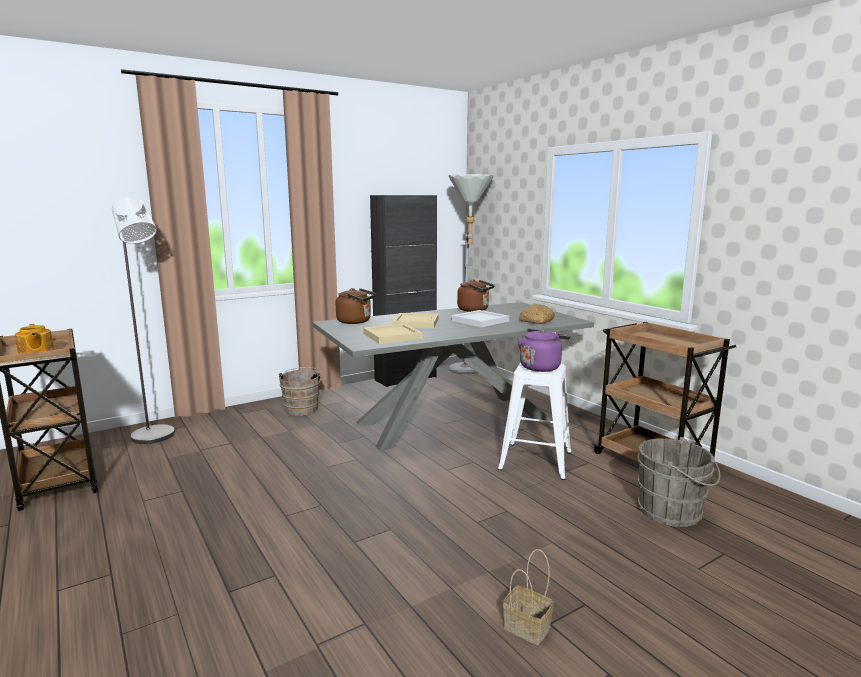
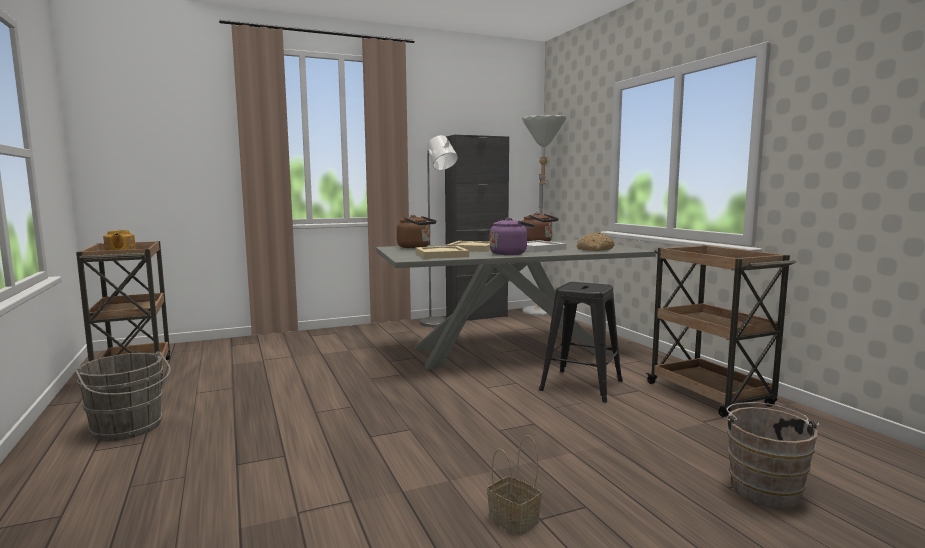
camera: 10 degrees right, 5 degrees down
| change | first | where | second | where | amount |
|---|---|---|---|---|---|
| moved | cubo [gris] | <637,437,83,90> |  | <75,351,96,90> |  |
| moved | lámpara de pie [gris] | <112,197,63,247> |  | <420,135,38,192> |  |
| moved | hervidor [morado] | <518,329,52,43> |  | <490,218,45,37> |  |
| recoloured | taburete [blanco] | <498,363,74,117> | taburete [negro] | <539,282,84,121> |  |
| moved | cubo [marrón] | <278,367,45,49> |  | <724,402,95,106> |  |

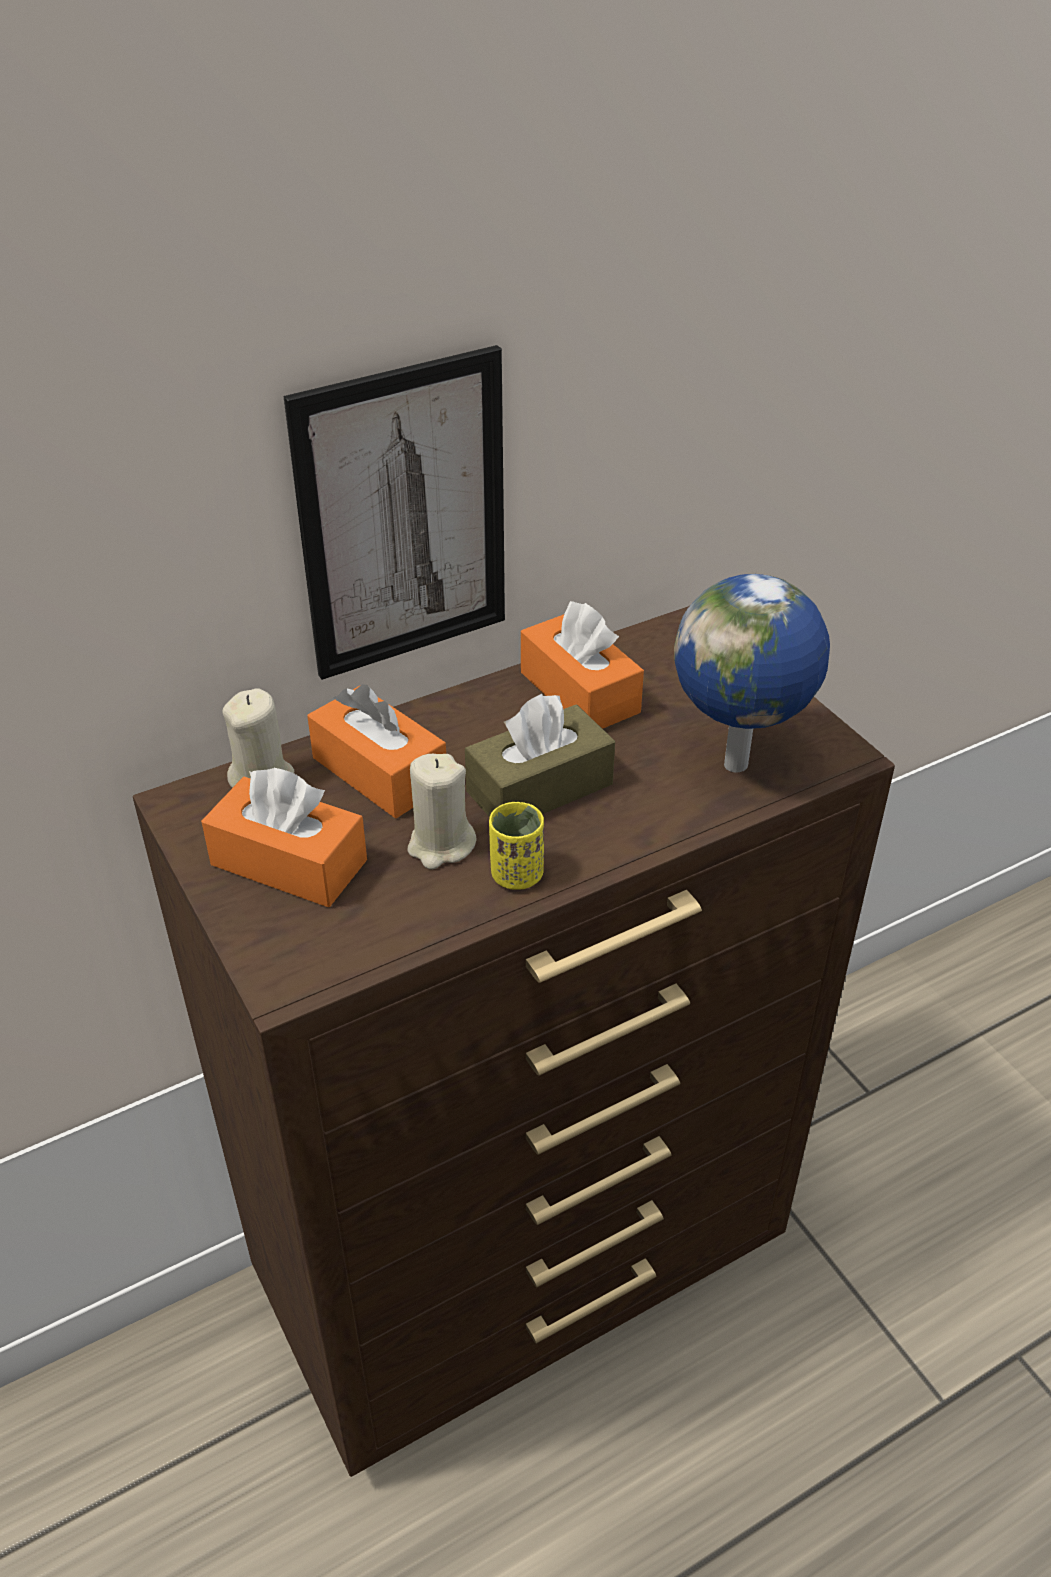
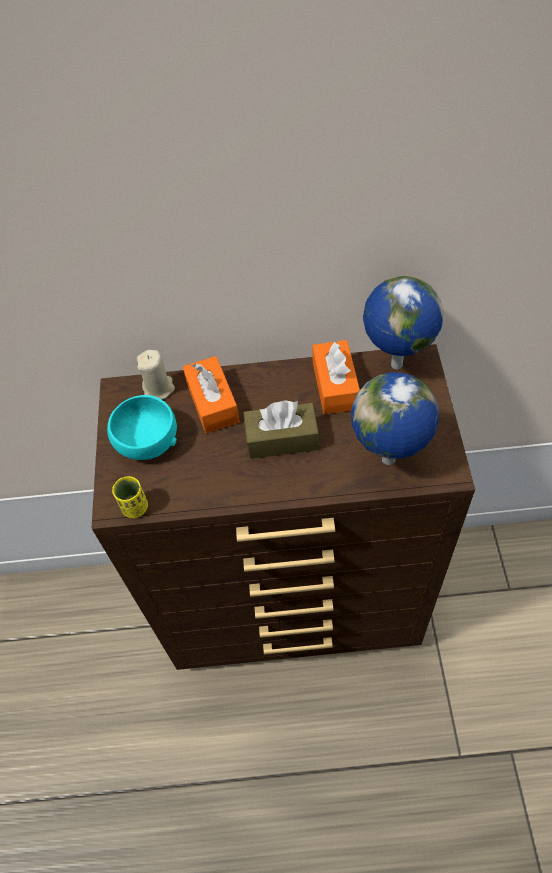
camera: 30 degrees right, 15 degrees up
| change | first | where | second | where | amount |
|---|---|---|---|---|---|
| replaced | caja de pañuelos [naranja] | <201,768,166,139> | cuenco [turquesa] | <107,395,70,65> |  |
| moved | taza [amarillo] | <489,802,55,88> |  | <112,476,36,42> |  |
| added |  |  | globo terráqueo | <363,276,80,93> |  |
| removed | cuadro | <284,345,221,335> |  |  |  |
| removed | vela [beis] | <408,754,69,115> |  |  |  |

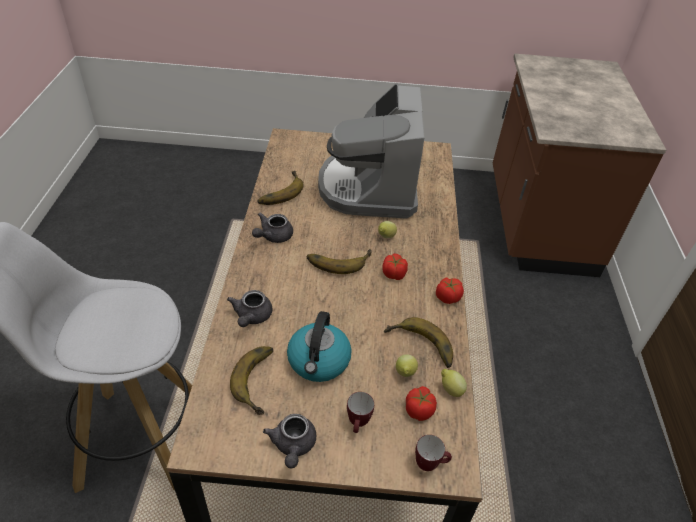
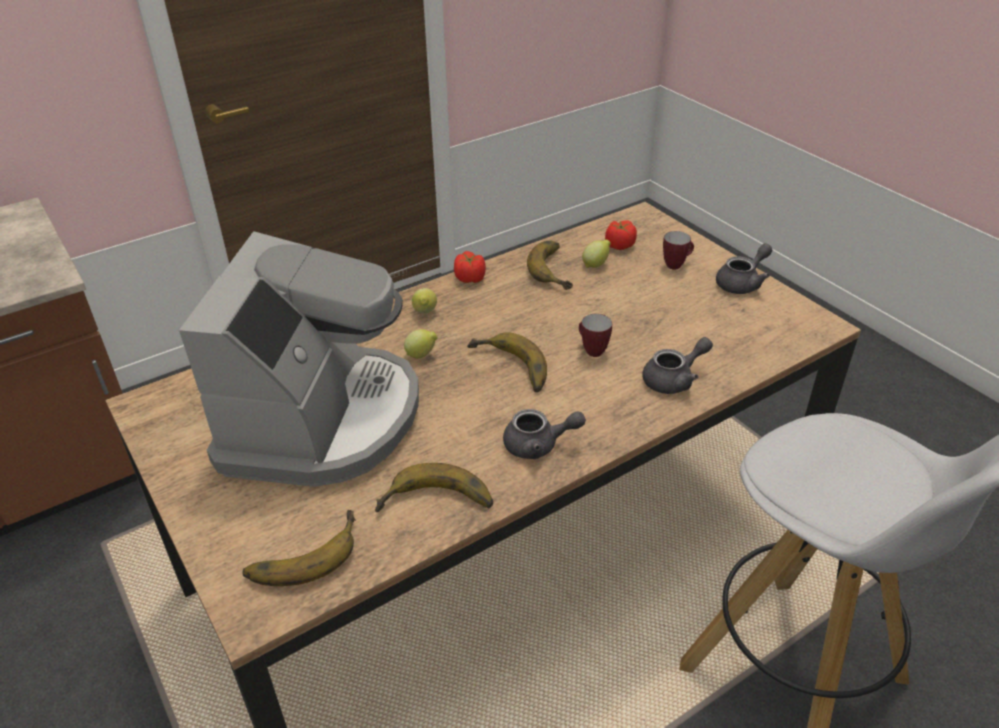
camera: 125 degrees left, 5 degrees down
| change | first | where | second | where | amount |
|---|---|---|---|---|---|
| turned | cafetera | <318,84,107,135> |  | <179,231,240,256> | 45 degrees counterclockwise |
| moved | plátano | <230,346,43,69> |  | <242,510,114,76> |  |
| moved | limón | <441,369,26,28> |  | <412,288,25,25> |  |
| moved | taza grande | <415,435,37,36> |  | <579,314,33,43> |  |
| removed | hervidor | <287,311,65,71> |  |  |  |
| removed | tomate | <382,253,26,27> |  |  |  |

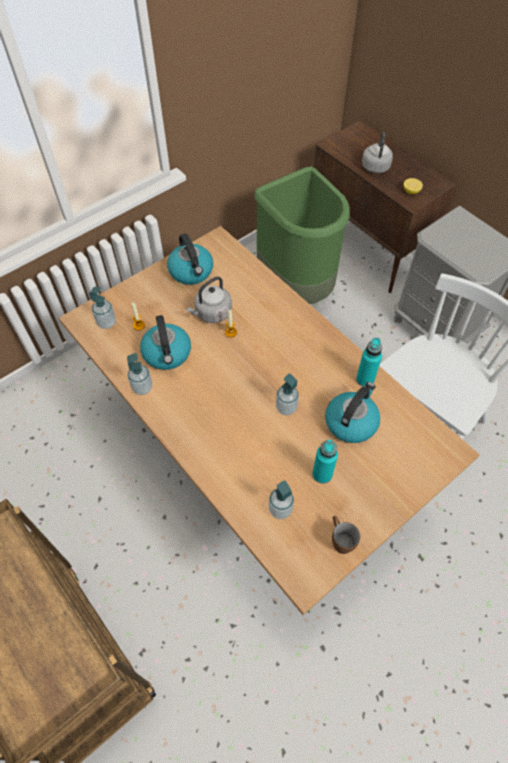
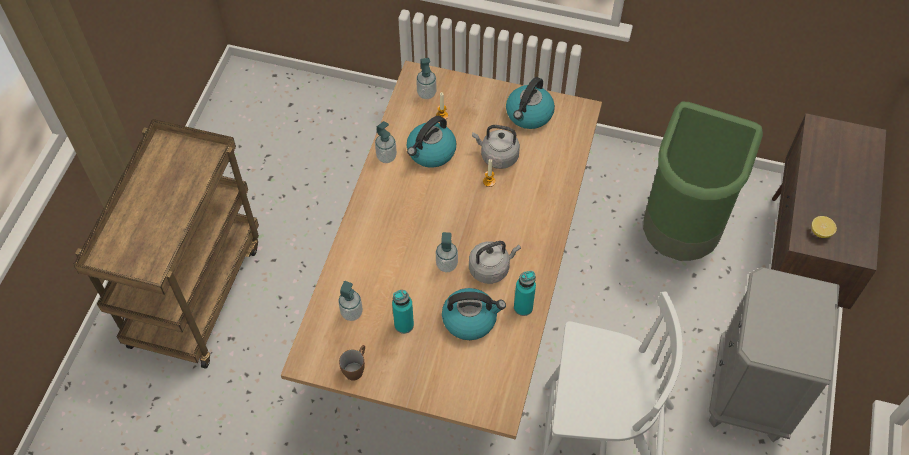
camera: 55 degrees right, 0 degrees up
| change | first | where | second | where | amount |
|---|---|---|---|---|---|
| moved | hervidor [gris] | <362,132,31,41> |  | <469,241,52,43> |  |

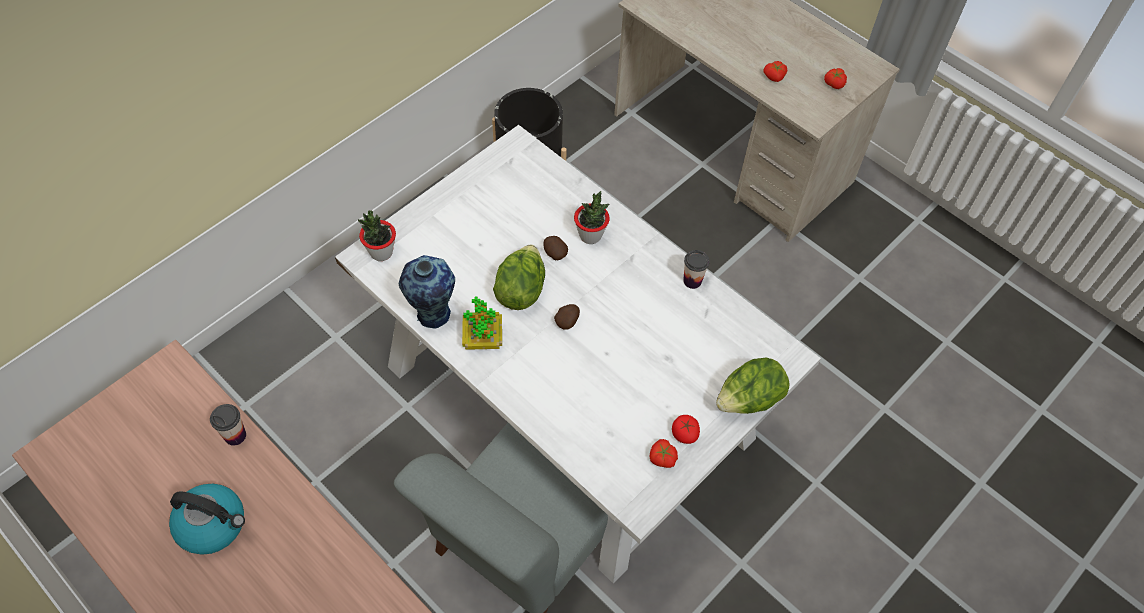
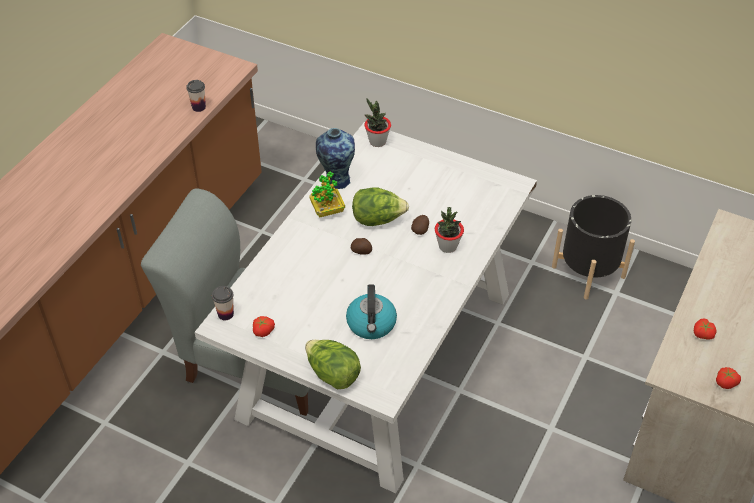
camera: 75 degrees right, 10 degrees down
| change | first | where | second | where | amount |
|---|---|---|---|---|---|
| moved | taza | <683,250,27,39> |  | <212,286,22,35> |  |
| moved | hervidor | <169,484,76,71> |  | <346,285,51,54> |  |
| removed | tomate | <672,415,28,29> |  |  |  |

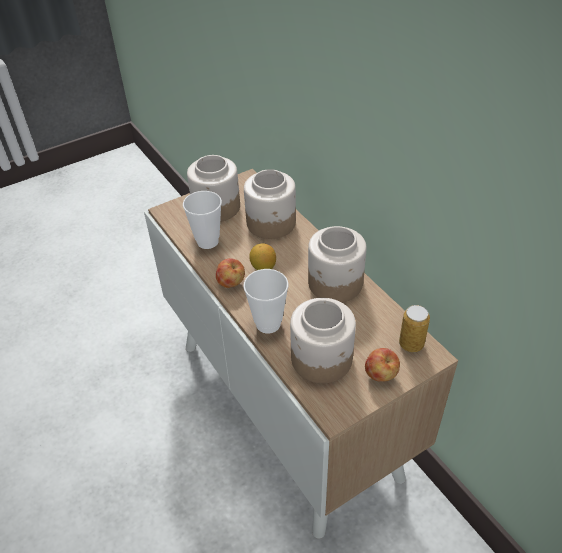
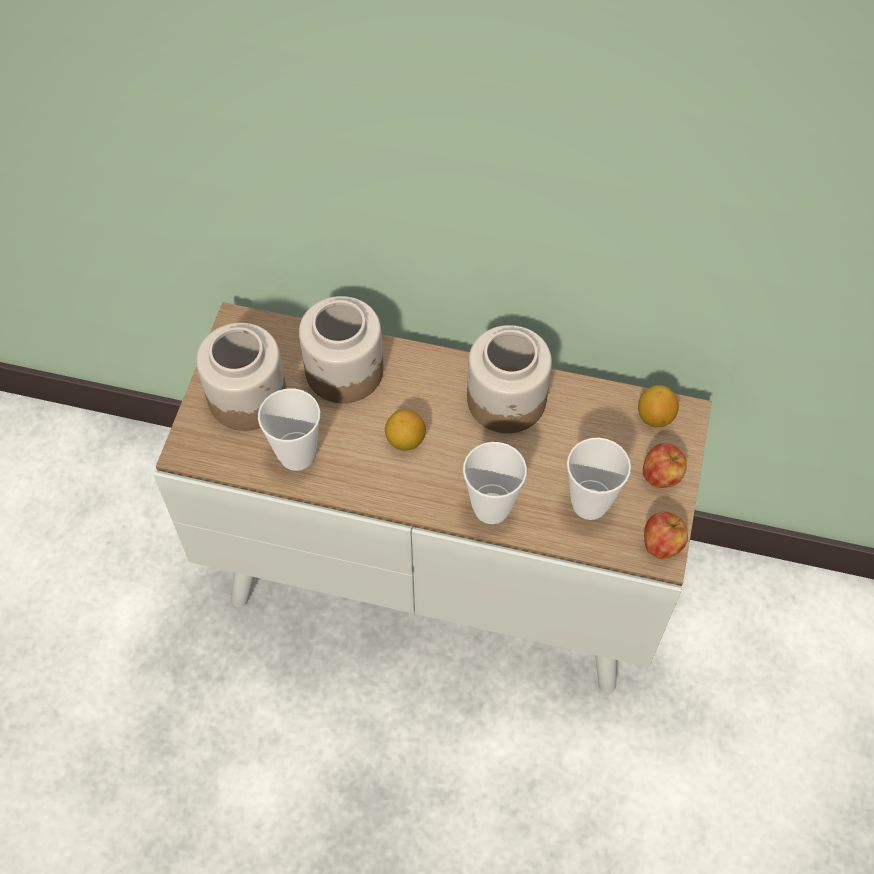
camera: 45 degrees left, 15 degrees up
| change | first | where | second | where | amount |
|---|---|---|---|---|---|
| replaced | tarro | <290,298,66,86> | taza | <567,438,64,82> |  |
| replaced | lata | <399,305,31,47> | limón | <638,385,41,42> |  |
| moved | manzana | <216,258,29,30> |  | <644,511,44,48> |  |

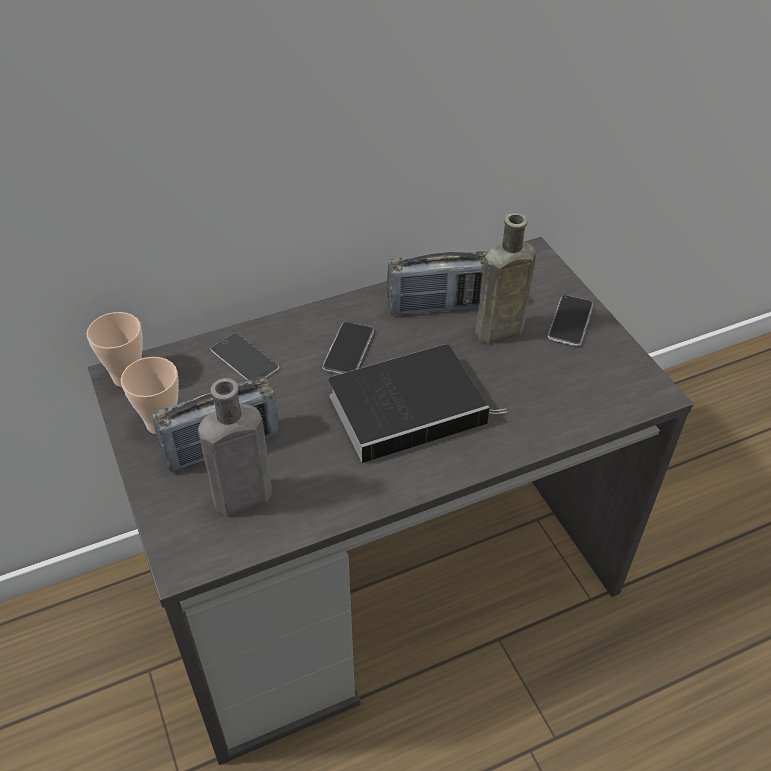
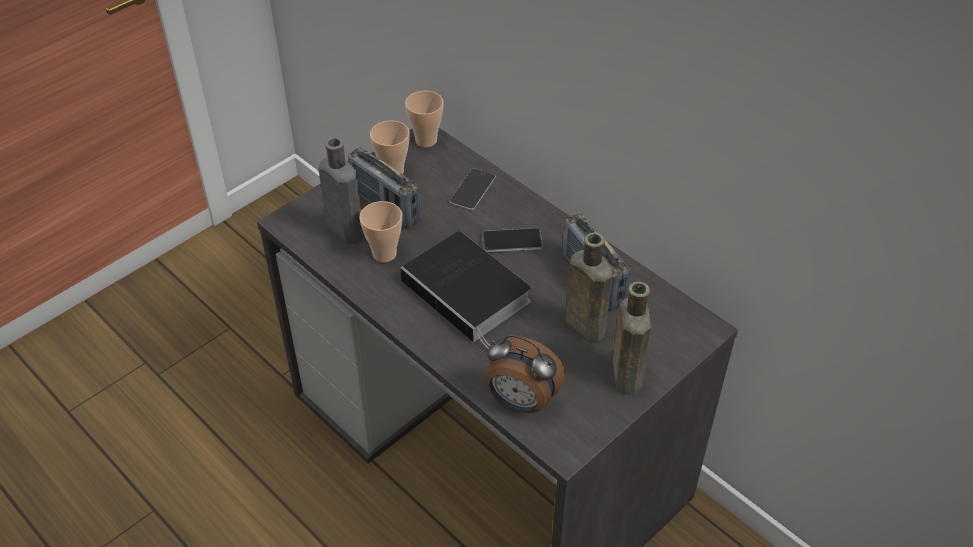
camera: 70 degrees right, 0 degrees up
| change | first | where | second | where | amount |
|---|---|---|---|---|---|
| added |  |  | taza | <359,201,43,61> |  |
| added |  |  | despertador | <486,335,80,78> |  |
| replaced | móvil | <548,295,45,51> | botella [marrón] | <613,282,38,112> |  |

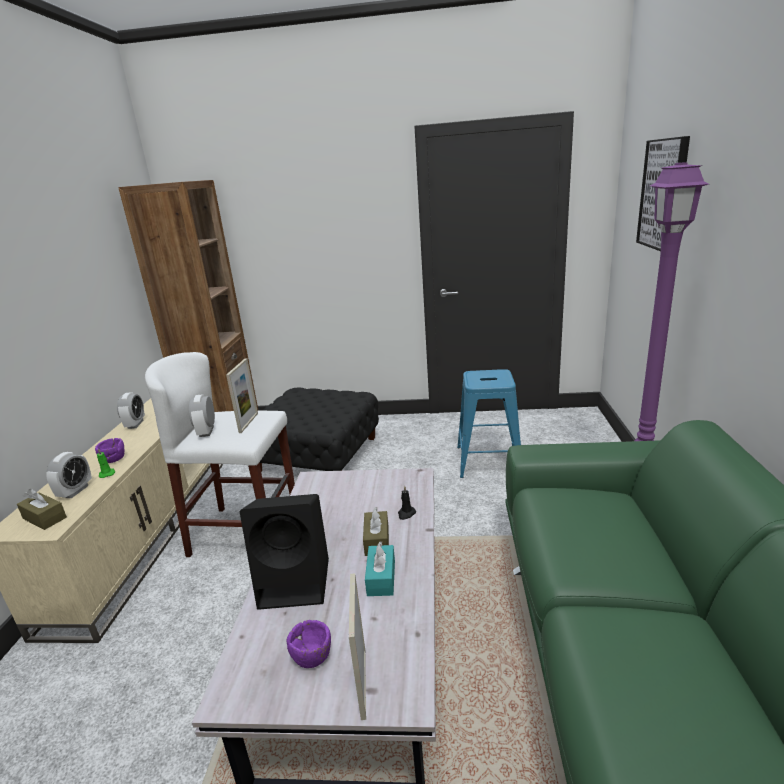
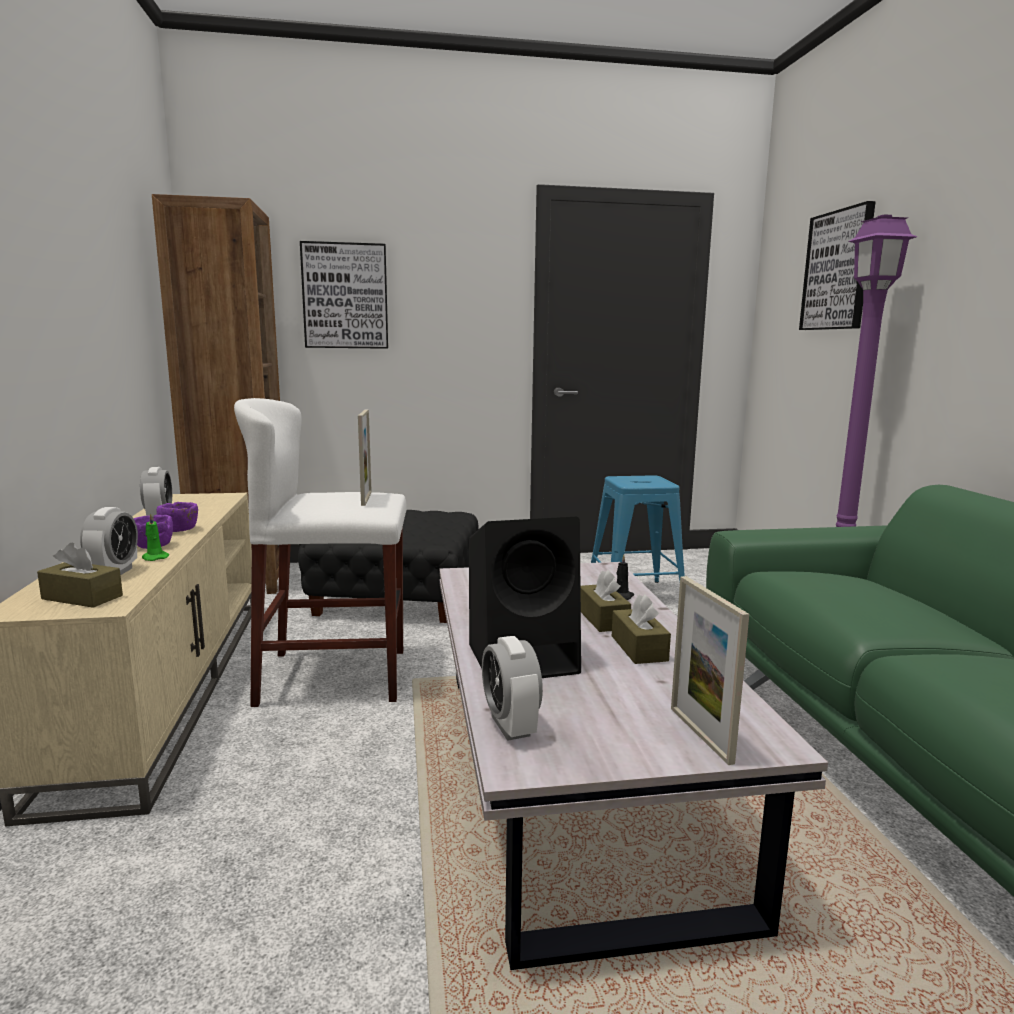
camera: 15 degrees left, 10 degrees down
| change | first | where | second | where | amount |
|---|---|---|---|---|---|
| moved | cuenco [morado] | <287,620,44,48> |  | <156,502,42,30> |  |
| added |  |  | cuadro | <300,241,88,108> |  |
| moved | despertador | <189,394,26,43> |  | <482,636,61,105> |  |
| recoloured | caja de pañuelos [turquesa] | <365,542,30,54> | caja de pañuelos [marrón] | <612,594,59,70> |  |

